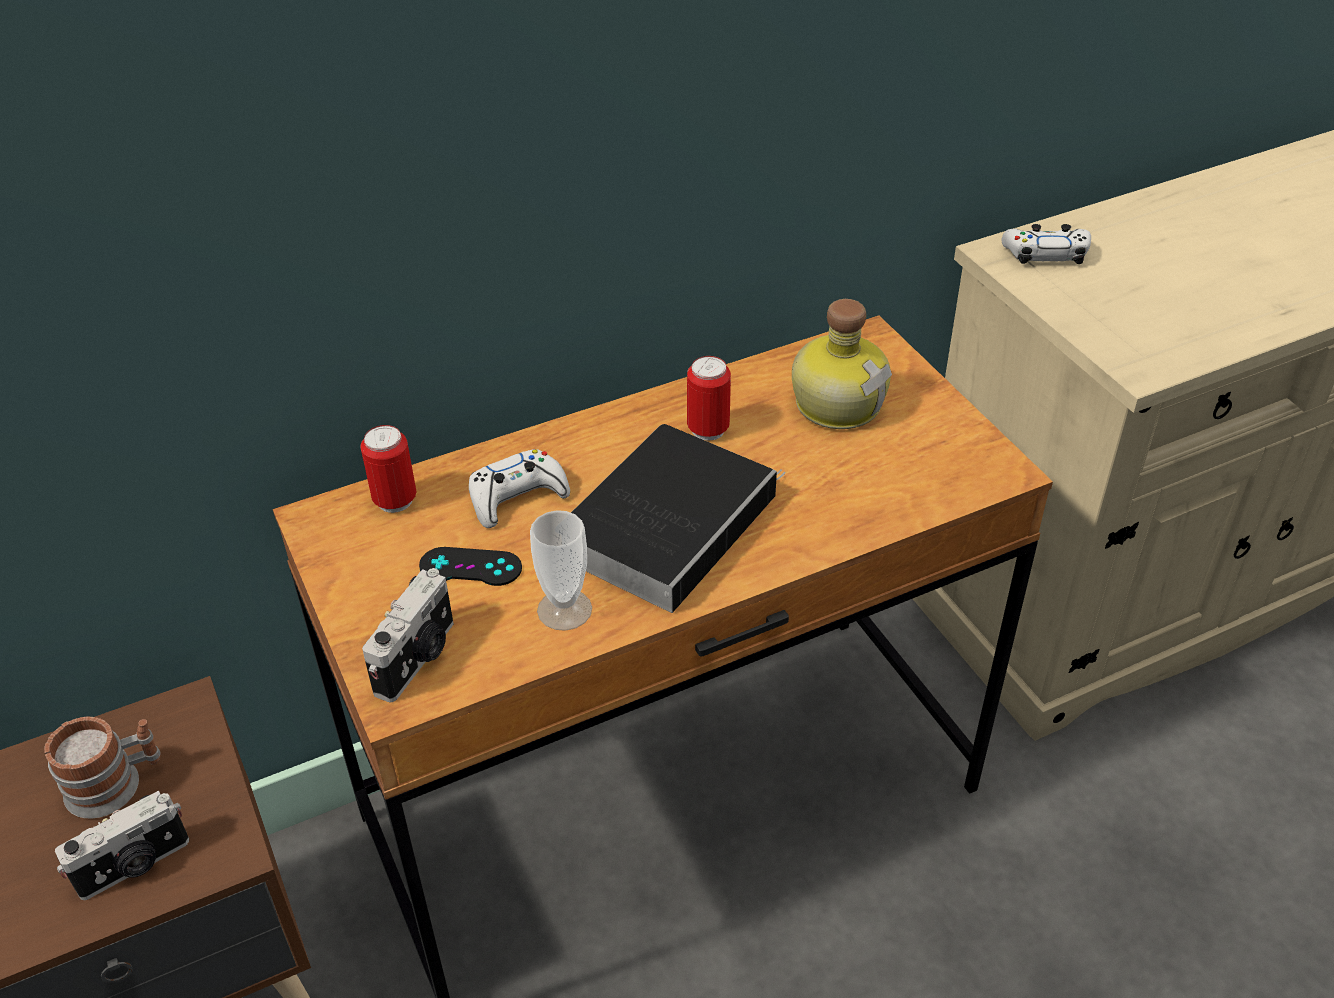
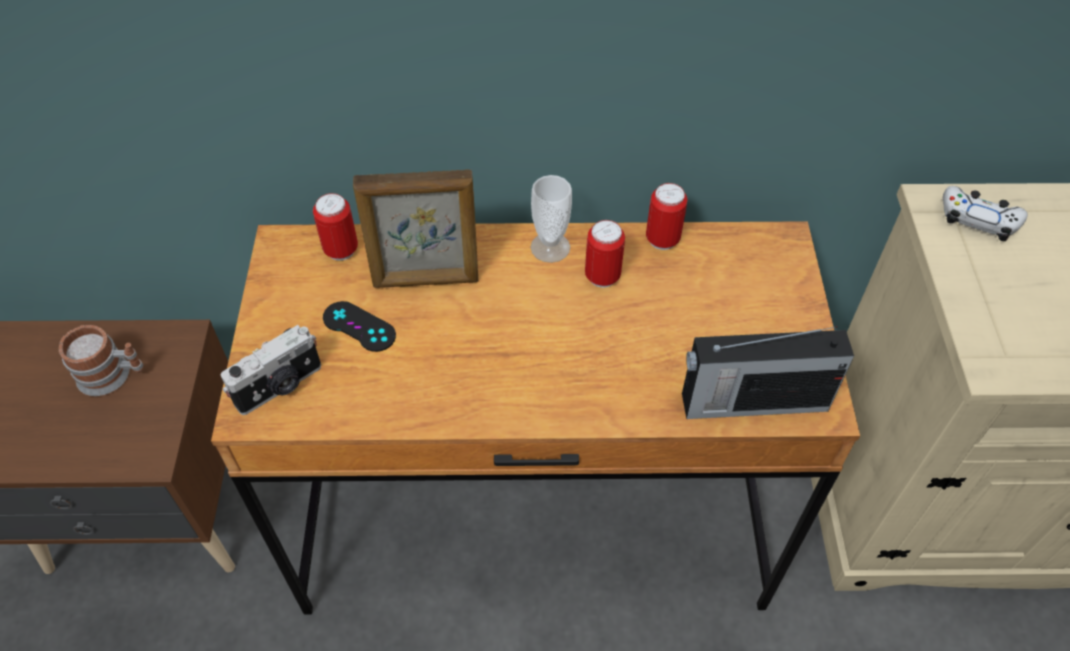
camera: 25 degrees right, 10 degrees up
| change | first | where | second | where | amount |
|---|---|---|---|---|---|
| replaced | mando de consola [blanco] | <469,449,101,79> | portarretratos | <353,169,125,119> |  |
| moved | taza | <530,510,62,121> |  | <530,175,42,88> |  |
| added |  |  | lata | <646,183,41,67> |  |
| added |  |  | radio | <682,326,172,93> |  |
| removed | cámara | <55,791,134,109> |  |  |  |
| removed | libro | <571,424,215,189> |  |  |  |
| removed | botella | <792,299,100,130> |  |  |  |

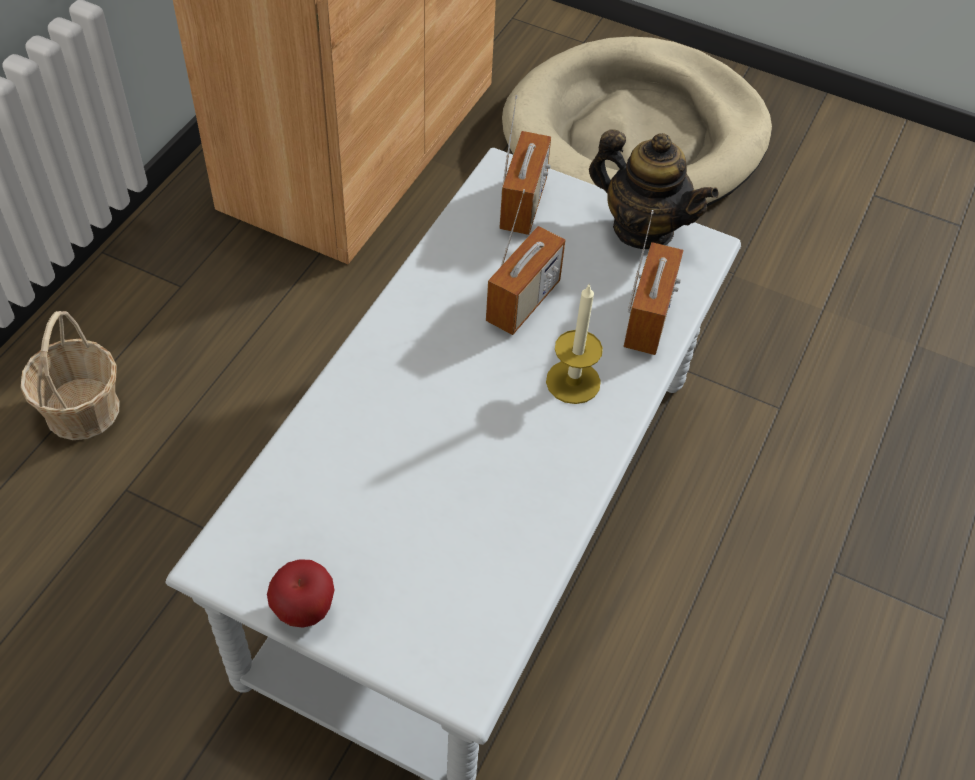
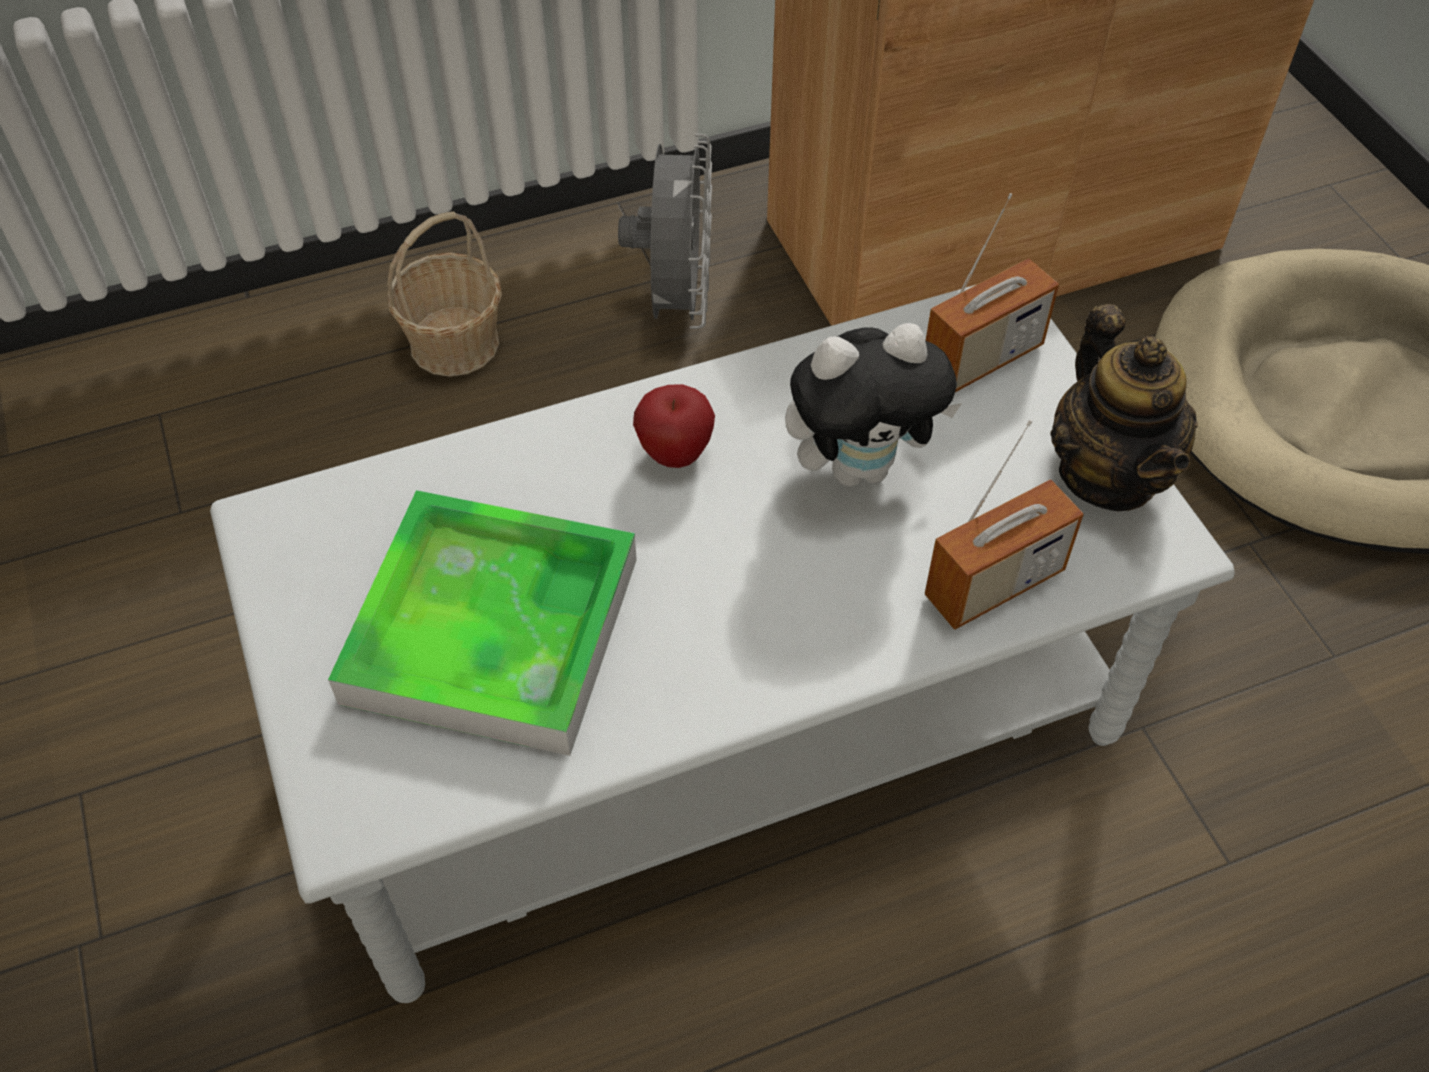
camera: 45 degrees right, 0 degrees up
| change | first | where | second | where | amount |
|---|---|---|---|---|---|
| added |  |  | bandeja | <328,490,309,266> |  |
| added |  |  | ventilador [gris] | <618,134,94,195> |  |
| moved | manzana | <267,559,67,68> |  | <633,384,82,84> |  |
| replaced | radio | <486,189,79,146> | peluche | <785,323,177,164> |  |
| removed | vela | <546,283,57,121> |  |  |  |

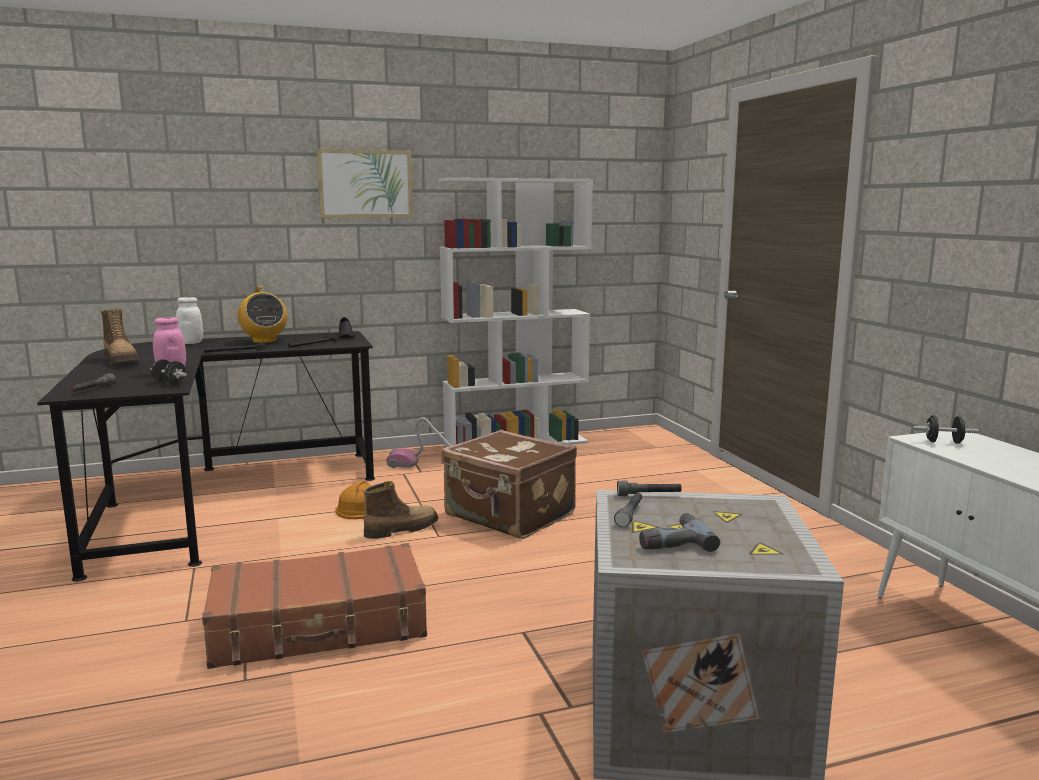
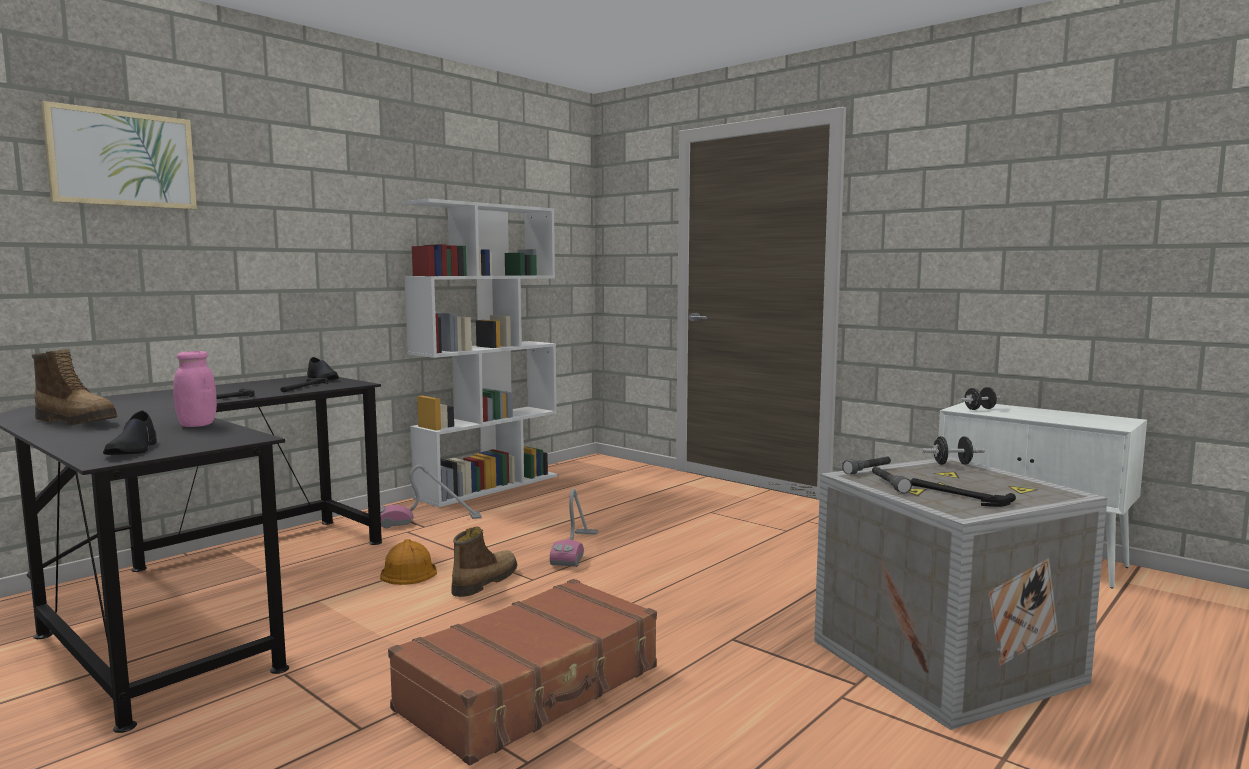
camera: 30 degrees left, 5 degrees down
| change | first | where | second | where | amount |
|---|---|---|---|---|---|
| moved | cuadro | <316,149,97,69> |  | <41,101,156,109> |  |
| replaced | linterna [gris] | <71,373,45,19> | zapato [negro] | <103,410,54,45> |  |
| replaced | maleta [marrón] | <441,430,136,109> | aspiradora | <550,489,48,78> |  |
| replaced | taladro | <639,513,81,39> | martillo | <911,478,105,29> |  |
| moved | mancuerna [negro] | <150,359,37,26> |  | <922,436,63,29> |  |
| removed | tarro [blanco] | <176,297,27,47> |  |  |  |
| removed | radio | <238,287,49,56> |  |  |  |

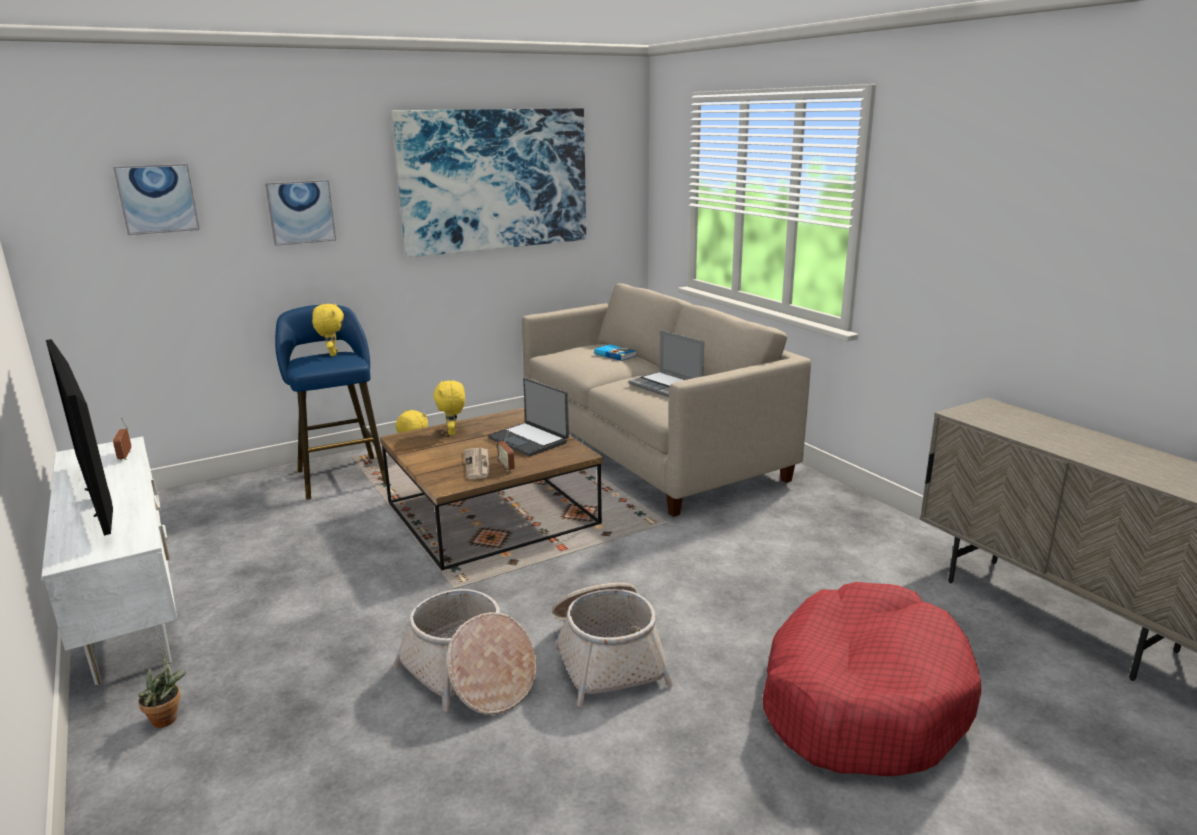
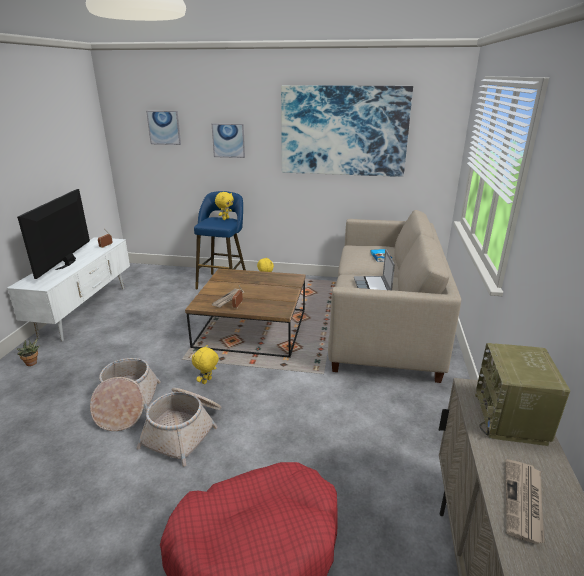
camera: 40 degrees right, 5 degrees up
| change | first | where | second | where | amount |
|---|---|---|---|---|---|
| moved | peluche [amarillo] | <433,381,32,54> |  | <192,345,27,39> |  |
| added |  |  | radio | <475,343,95,103> |  |
| added |  |  | periódico | <505,459,40,85> |  |
| removed | portátil | <488,378,81,78> |  |  |  |

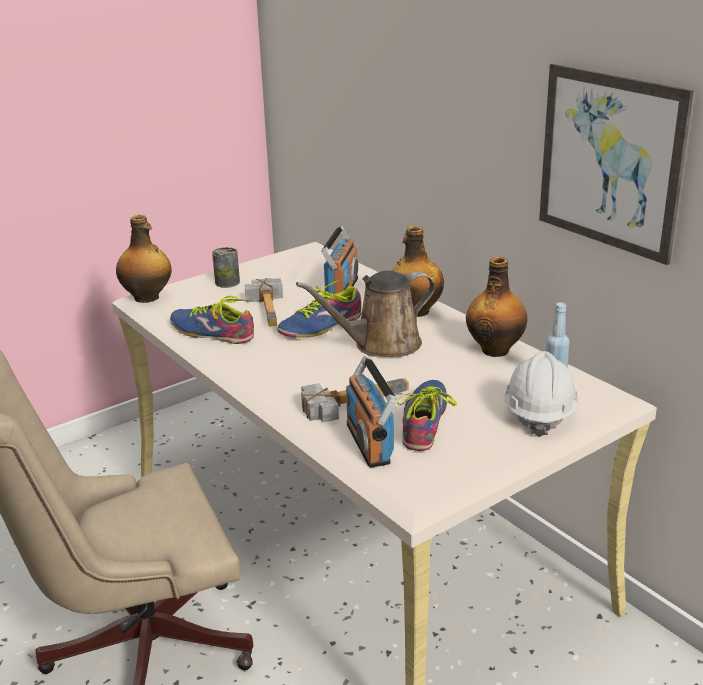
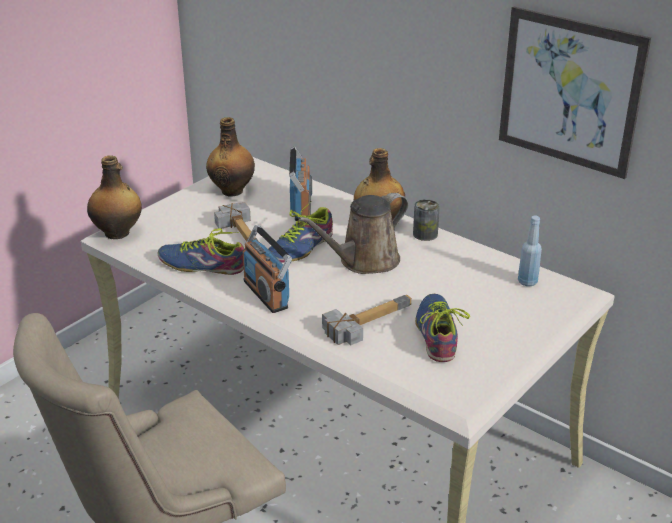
camera: 15 degrees left, 5 degrees up
| change | first | where | second | where | amount |
|---|---|---|---|---|---|
| moved | botella | <466,257,62,100> |  | <206,117,49,80> |  |
| moved | radio | <346,356,51,112> |  | <243,225,49,88> |  |
| moved | lata | <212,247,28,41> |  | <413,199,27,42> |  |
| removed | casco [blanco] | <504,351,75,86> |  |  |  |

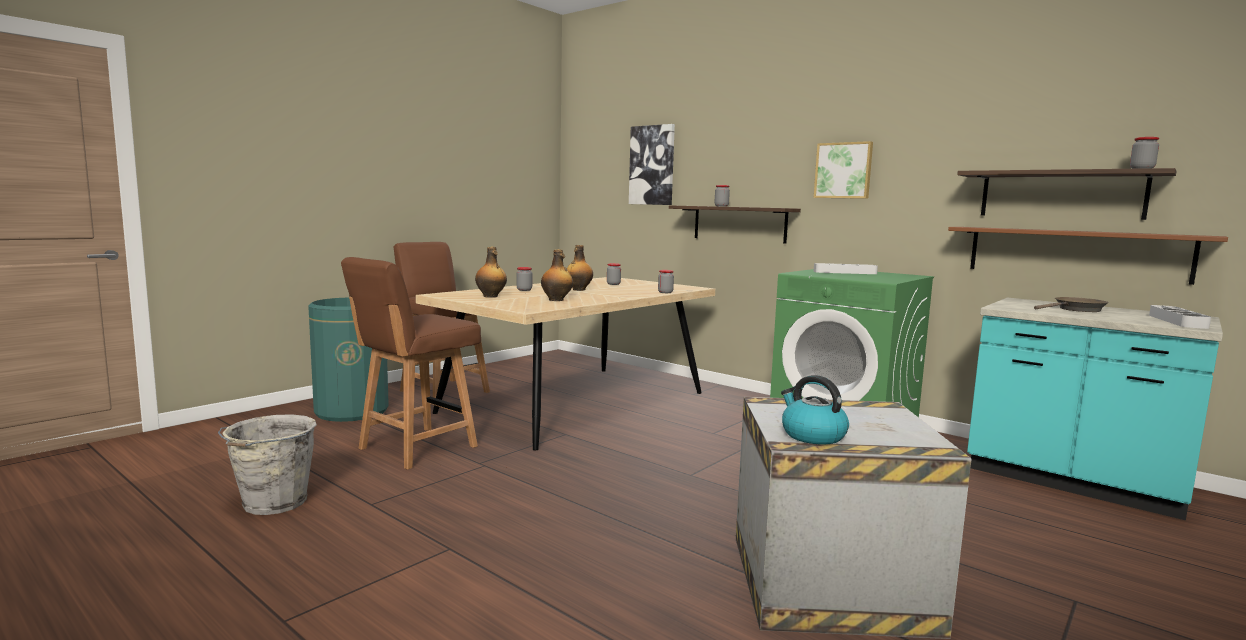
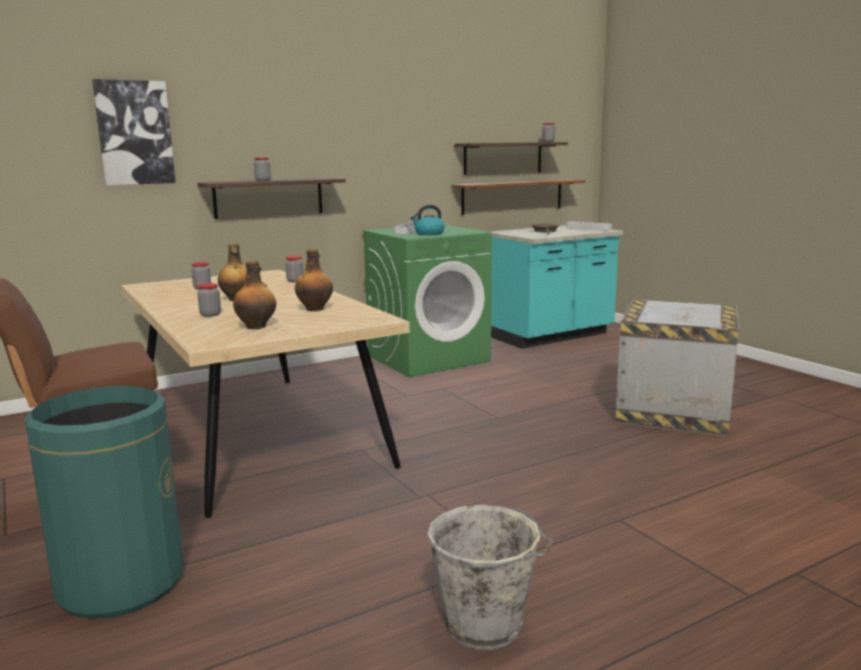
camera: 70 degrees left, 5 degrees up
| change | first | where | second | where | amount |
|---|---|---|---|---|---|
| moved | hervidor | <781,375,68,69> |  | <411,205,34,30> |  |
| removed | silla [marrón] | <341,257,140,213> |  |  |  |
| removed | cuadro | <814,141,59,58> |  |  |  |

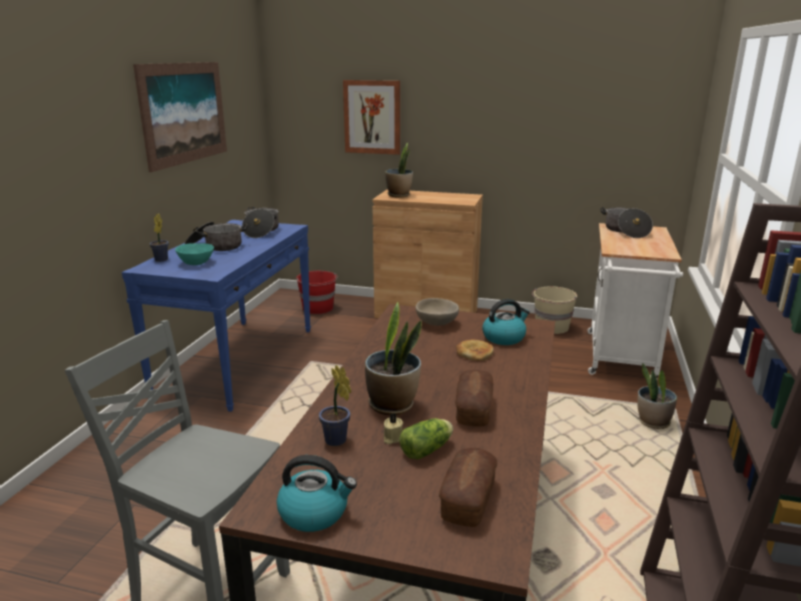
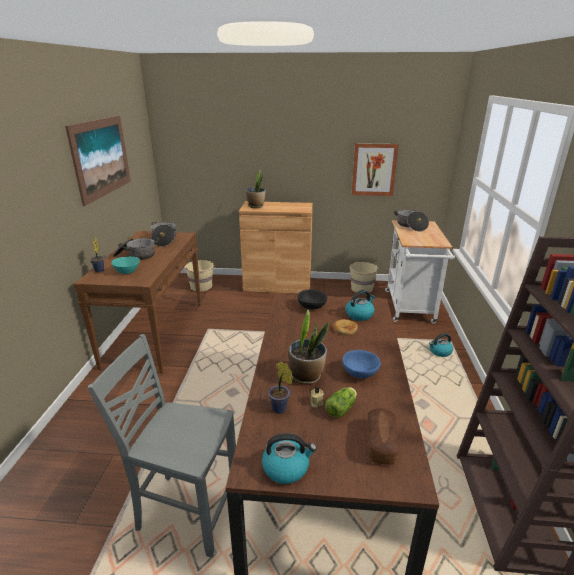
camera: 10 degrees left, 5 degrees up
| change | first | where | second | where | amount |
|---|---|---|---|---|---|
| recoloured | mesa consola [azul] | <122,220,189,192> | mesa consola [marrón] | <73,231,128,143> |  |
| recoloured | cubo [rojo] | <296,271,42,43> | cubo [beis] | <185,260,29,32> |  |
| recoloured | cuenco [beis] | <416,298,43,28> | cuenco [negro] | <298,289,29,20> |  |
| replaced | pan | <455,370,38,57> | cuenco [azul] | <342,350,39,28> |  |
| moved | cuadro | <343,80,57,75> |  | <352,143,46,53> |  |
| replaced | planta en maceta | <638,363,39,66> | hervidor | <429,333,24,24> |  |

